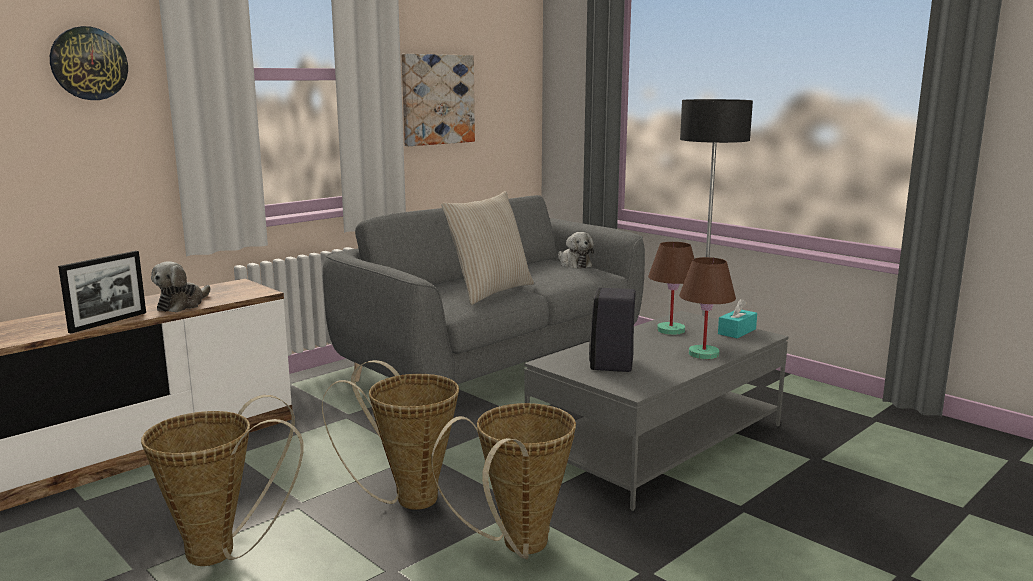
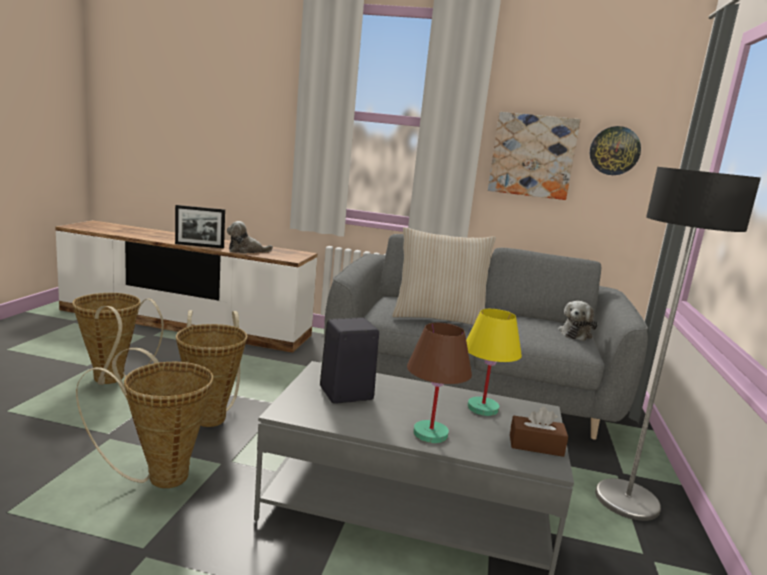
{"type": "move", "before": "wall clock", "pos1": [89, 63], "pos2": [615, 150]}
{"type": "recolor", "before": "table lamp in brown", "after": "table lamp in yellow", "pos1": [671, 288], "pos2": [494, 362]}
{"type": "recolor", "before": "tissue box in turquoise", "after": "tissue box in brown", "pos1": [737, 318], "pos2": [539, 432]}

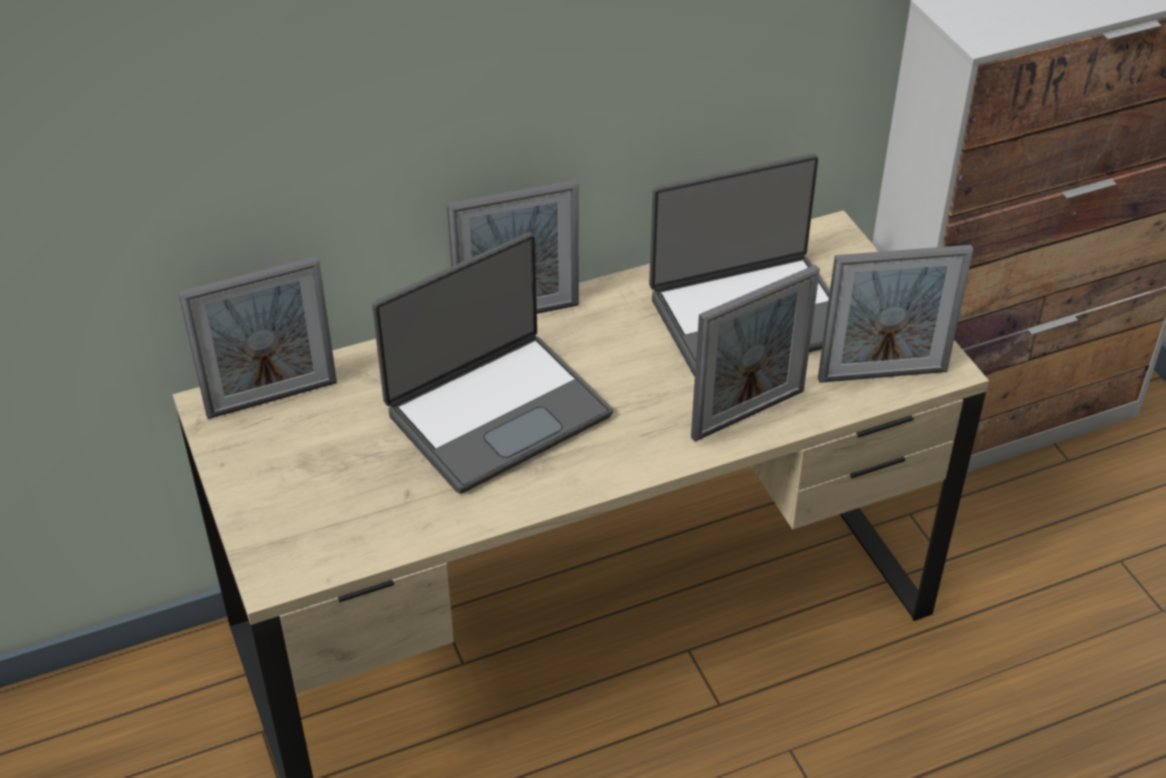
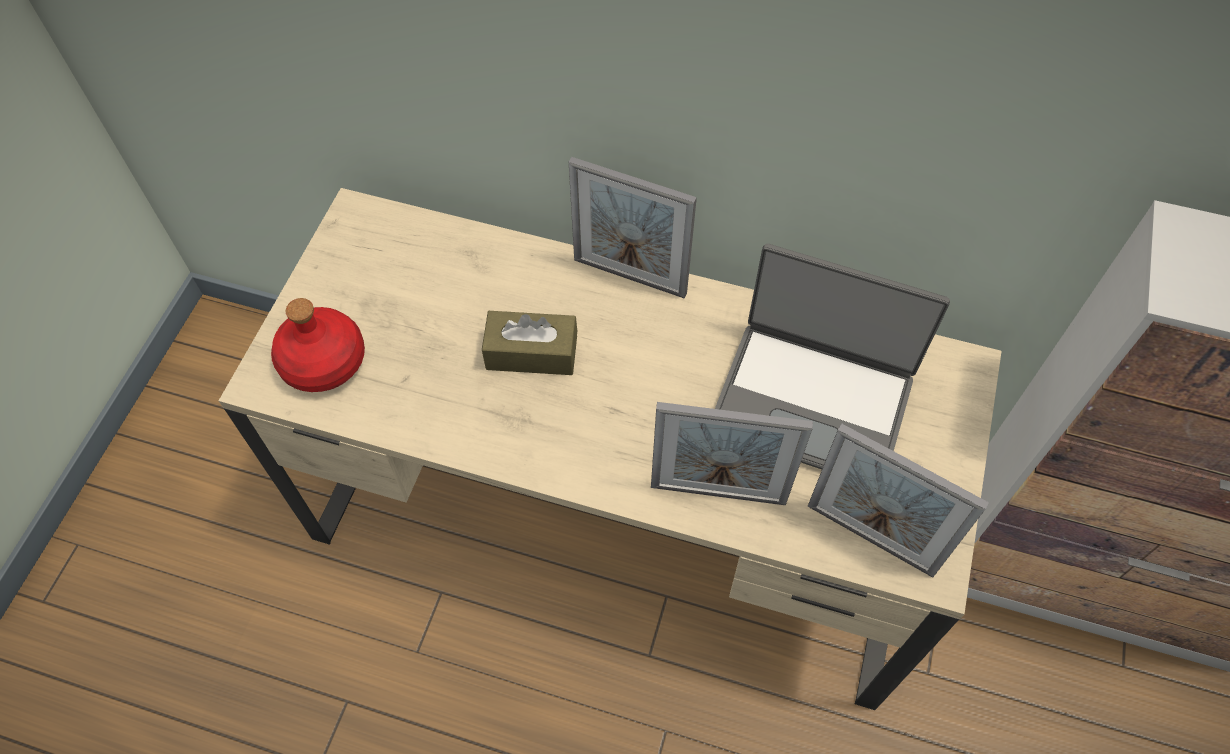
{"type": "delete", "before": "picture frame", "pos1": [257, 337]}
{"type": "replace", "before": "laptop", "after": "tissue box in brown", "pos1": [492, 363], "pos2": [529, 343]}
{"type": "insert", "after": "bottle in red", "pos2": [318, 345]}

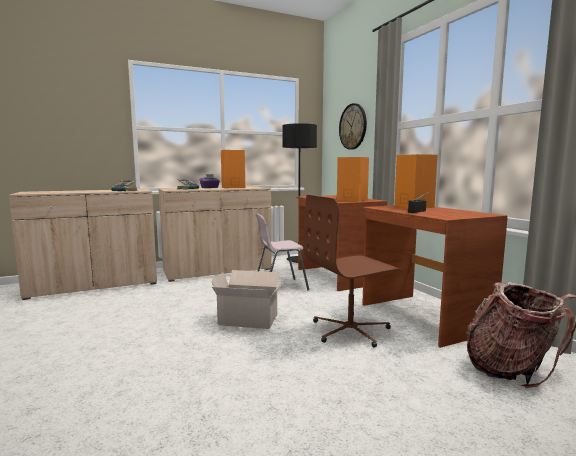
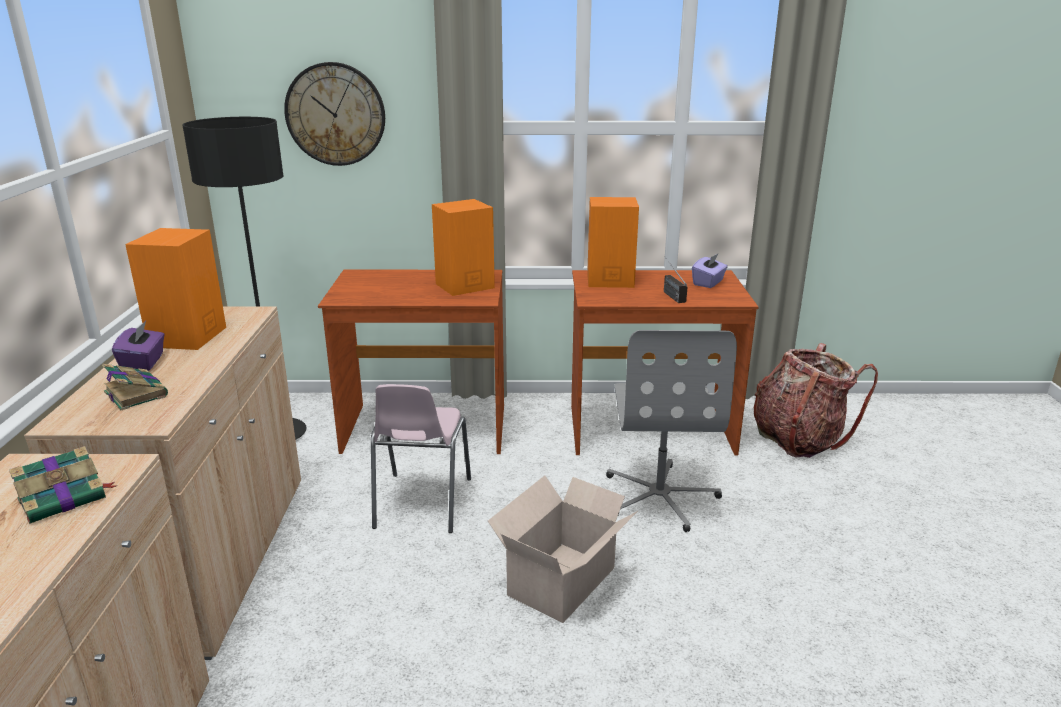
{"type": "recolor", "before": "office chair in brown", "after": "office chair in grey", "pos1": [352, 271], "pos2": [671, 431]}
{"type": "insert", "after": "tissue box in purple", "pos2": [710, 270]}

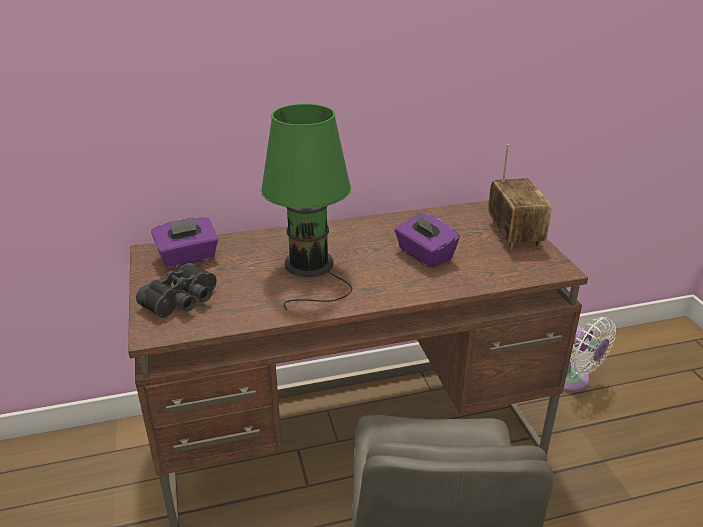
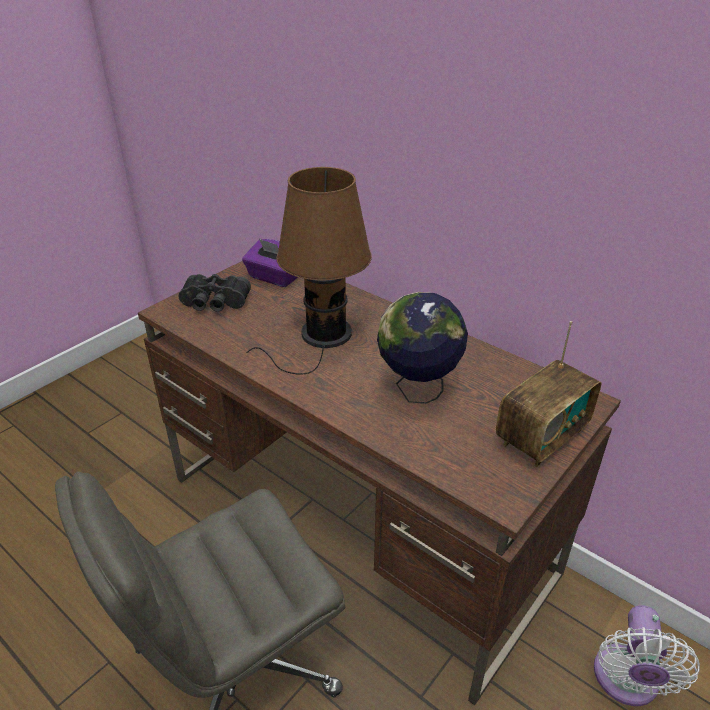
{"type": "recolor", "before": "table lamp in green", "after": "table lamp in brown", "pos1": [306, 207], "pos2": [309, 271]}
{"type": "replace", "before": "tissue box in purple", "after": "globe", "pos1": [427, 240], "pos2": [422, 348]}

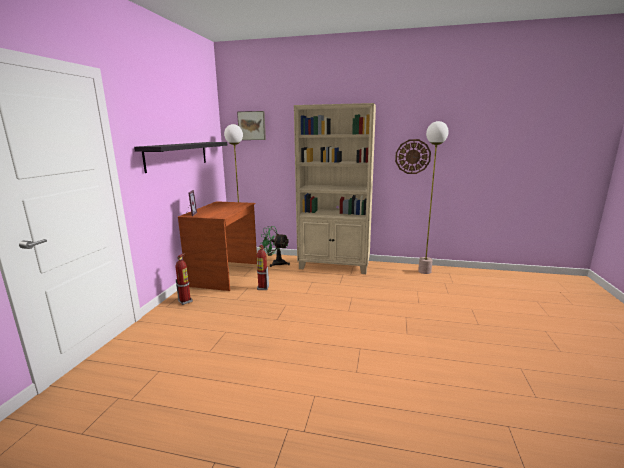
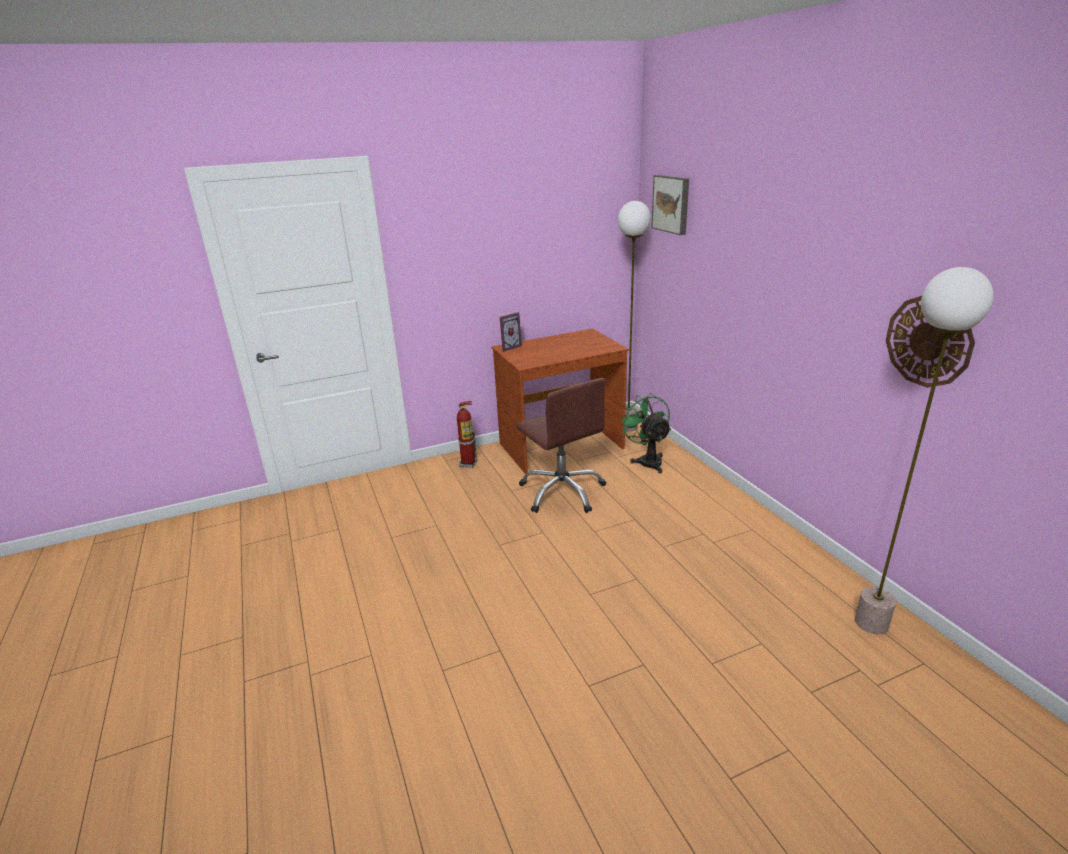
{"type": "delete", "before": "shelf in black", "pos1": [180, 157]}
{"type": "replace", "before": "fire extinguisher", "after": "office chair in brown", "pos1": [263, 267], "pos2": [561, 445]}
{"type": "delete", "before": "bookcase in beige", "pos1": [335, 188]}

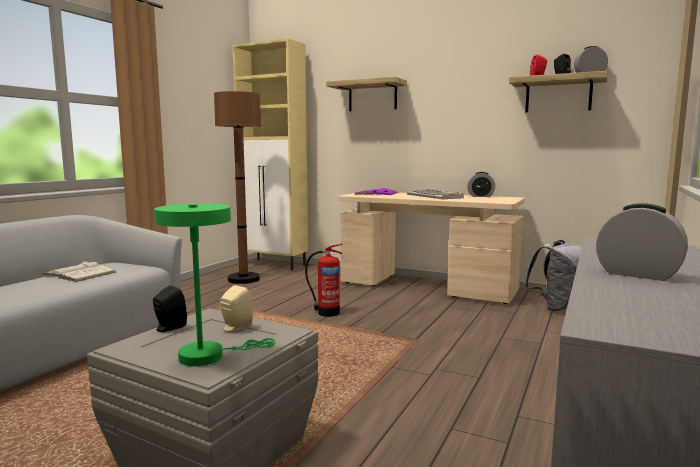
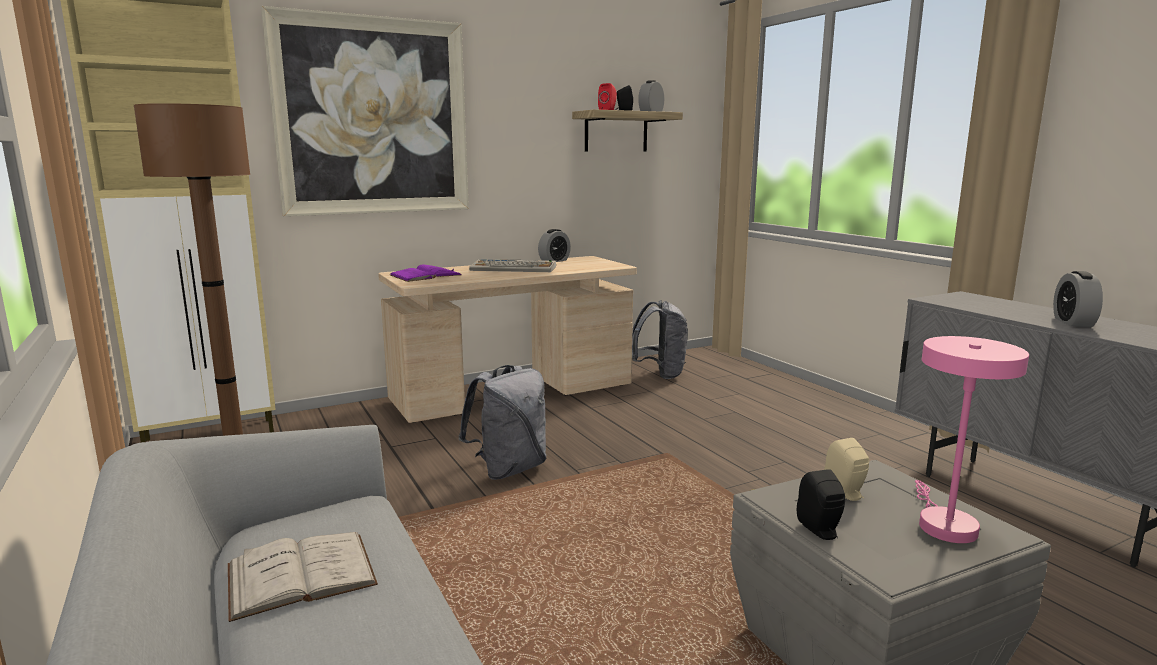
{"type": "recolor", "before": "table lamp in green", "after": "table lamp in pink", "pos1": [214, 285], "pos2": [972, 439]}
{"type": "replace", "before": "fire extinguisher", "after": "backpack in grey", "pos1": [324, 280], "pos2": [502, 422]}
{"type": "replace", "before": "shelf", "after": "picture", "pos1": [366, 94], "pos2": [365, 111]}
{"type": "rotate", "before": "alarm clock", "pos1": [642, 242], "pos2": [1078, 299], "turn": -60}

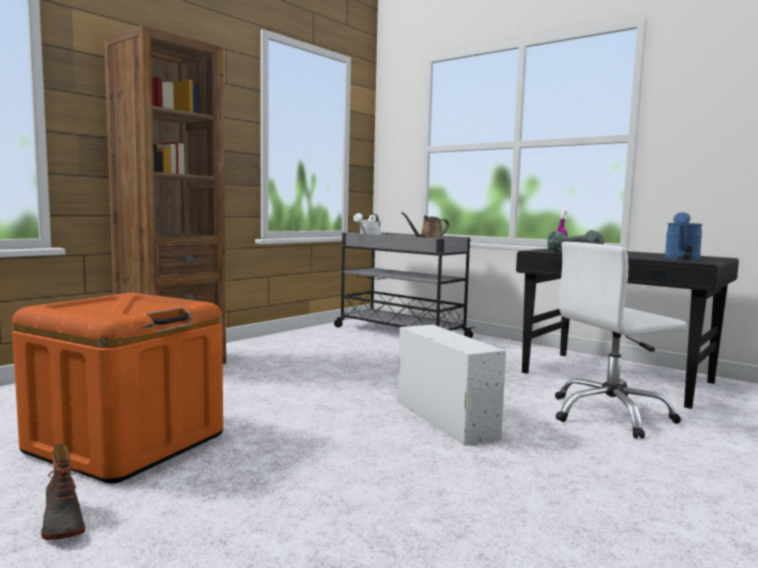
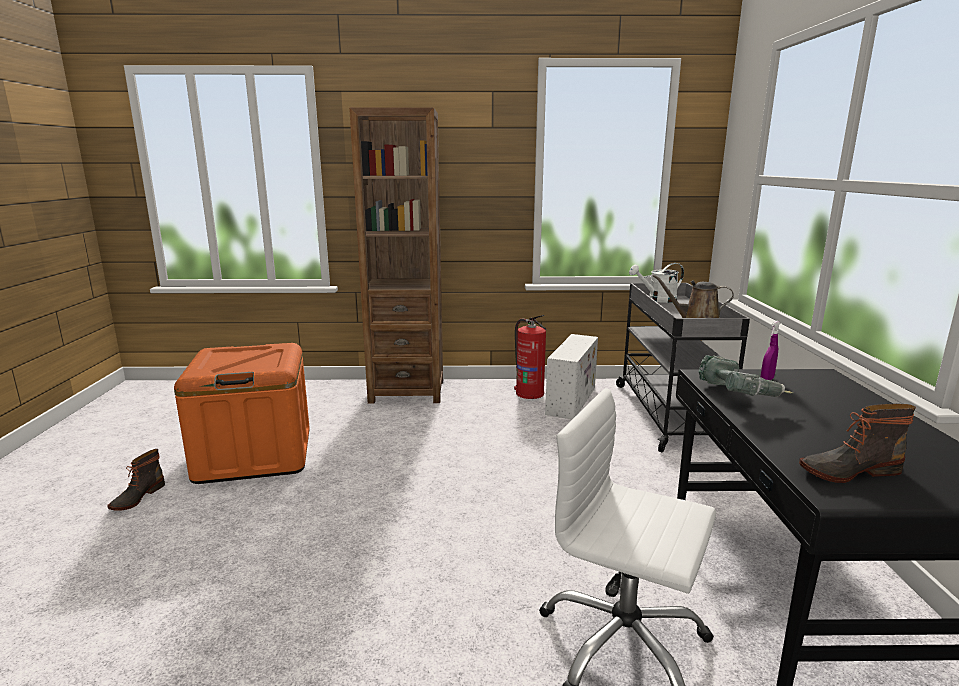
{"type": "move", "before": "storage box in white", "pos1": [451, 385], "pos2": [571, 376]}
{"type": "replace", "before": "watering can in blue", "after": "boot", "pos1": [683, 236], "pos2": [857, 443]}
{"type": "insert", "after": "fire extinguisher", "pos2": [530, 357]}

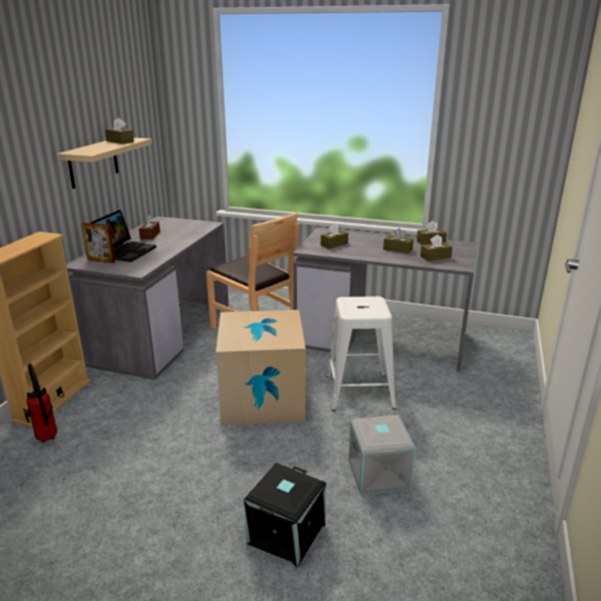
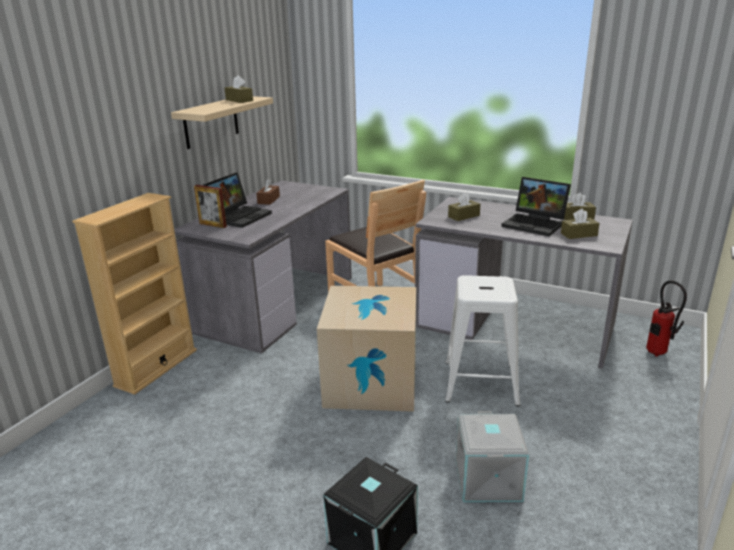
{"type": "move", "before": "fire extinguisher", "pos1": [40, 403], "pos2": [666, 318]}
{"type": "replace", "before": "tissue box in brown", "after": "laptop", "pos1": [398, 241], "pos2": [536, 206]}

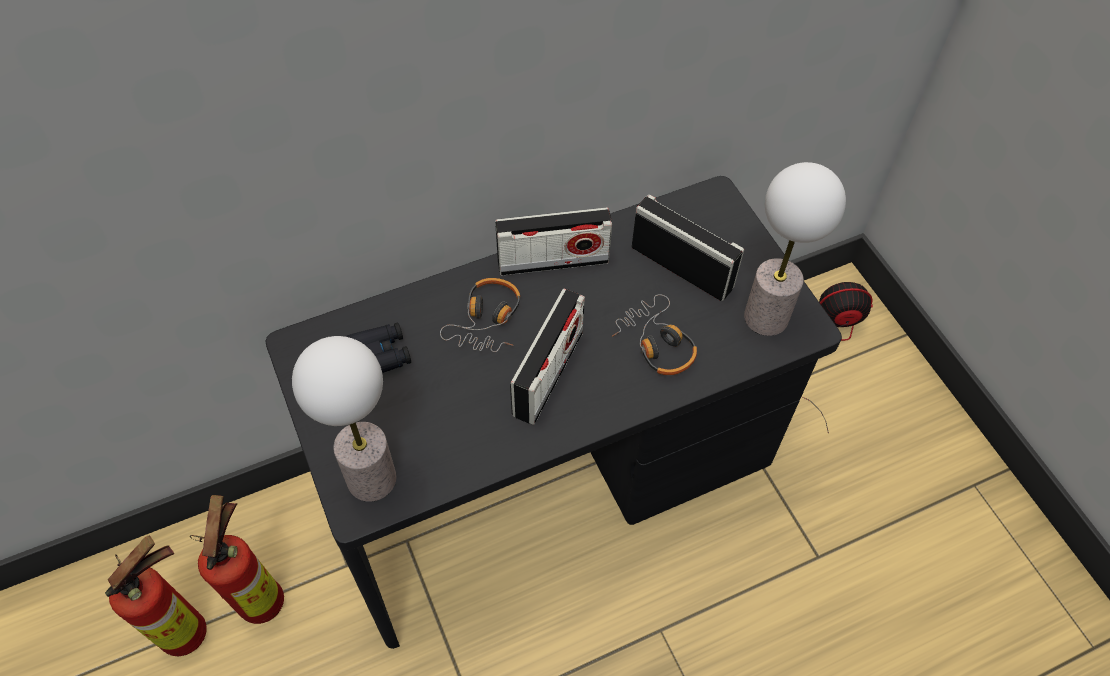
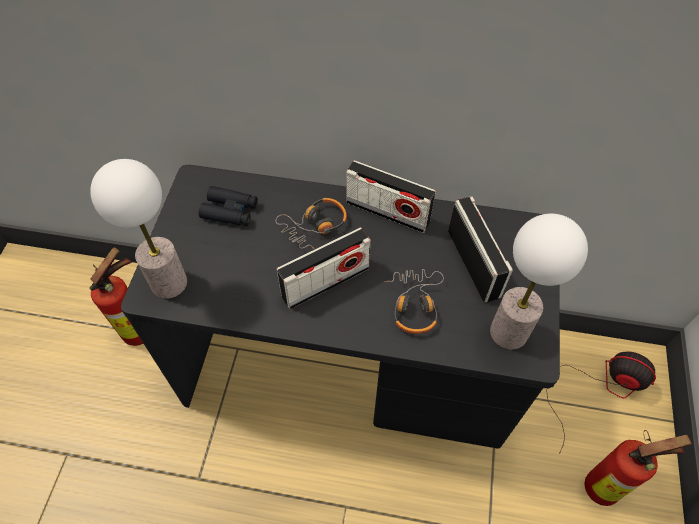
{"type": "move", "before": "fire extinguisher", "pos1": [156, 596], "pos2": [638, 468]}

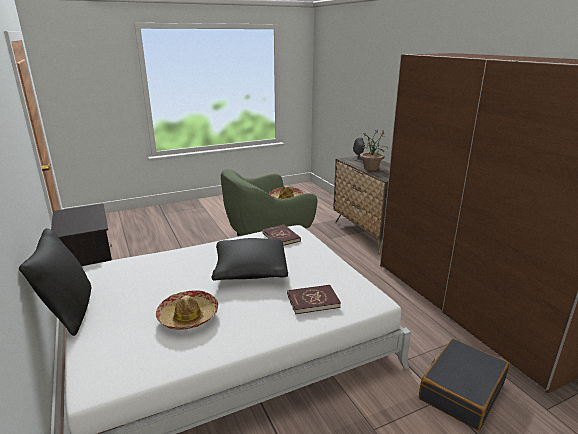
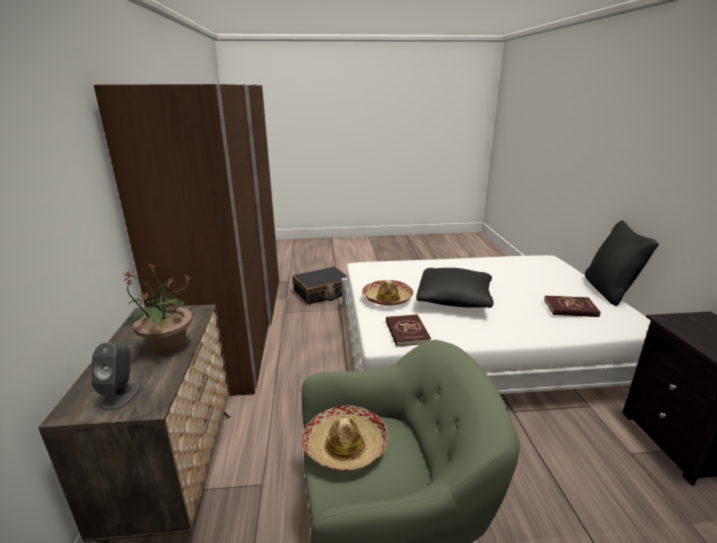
{"type": "move", "before": "hat", "pos1": [187, 310], "pos2": [387, 293]}
{"type": "move", "before": "book in red", "pos1": [314, 299], "pos2": [572, 306]}

